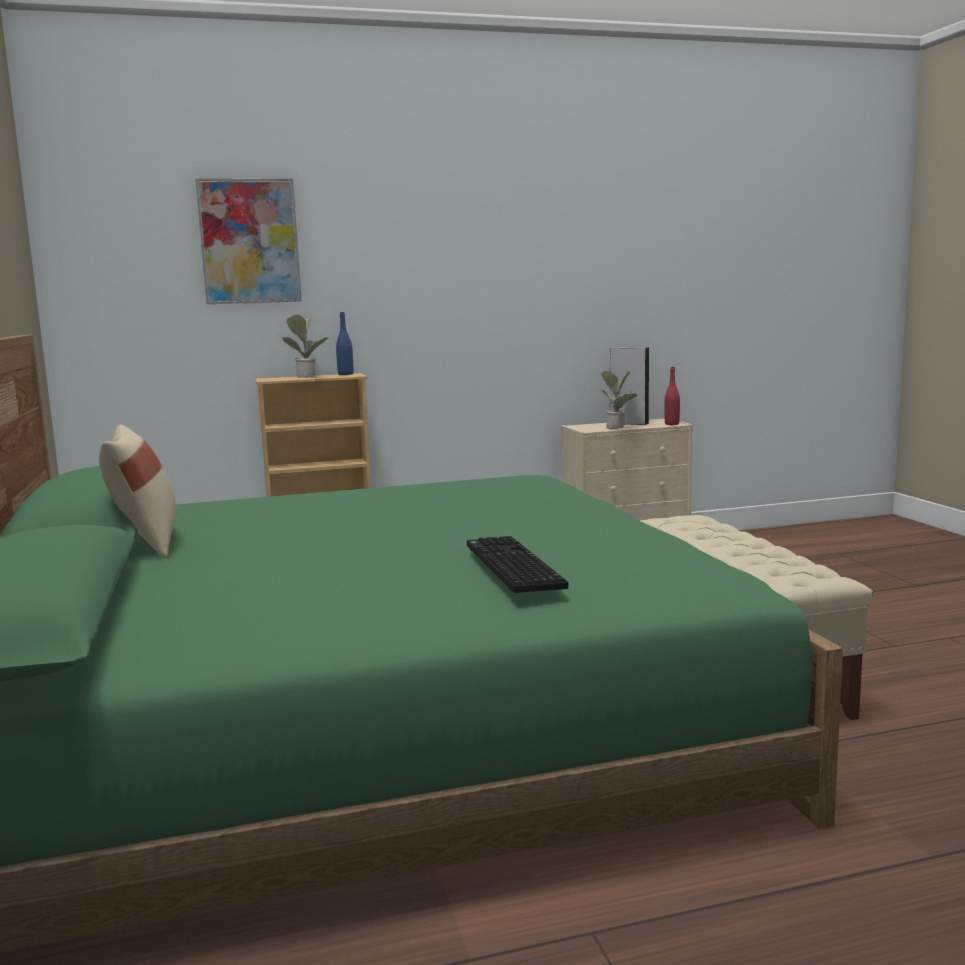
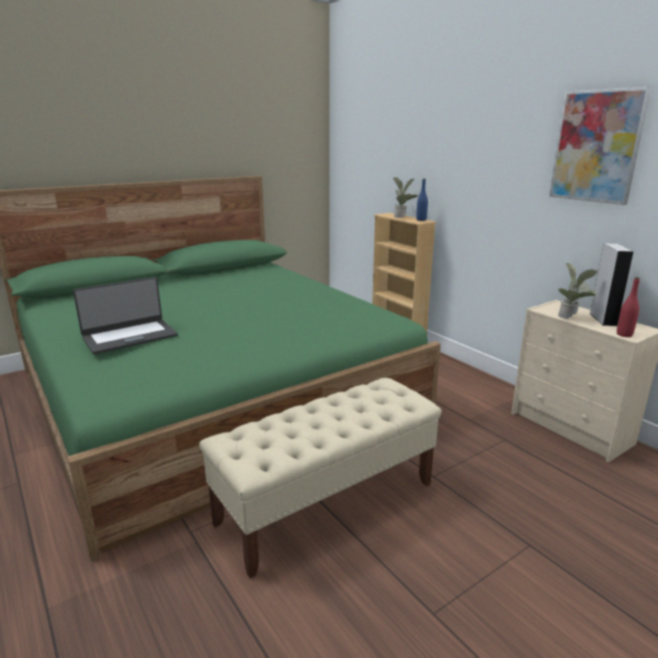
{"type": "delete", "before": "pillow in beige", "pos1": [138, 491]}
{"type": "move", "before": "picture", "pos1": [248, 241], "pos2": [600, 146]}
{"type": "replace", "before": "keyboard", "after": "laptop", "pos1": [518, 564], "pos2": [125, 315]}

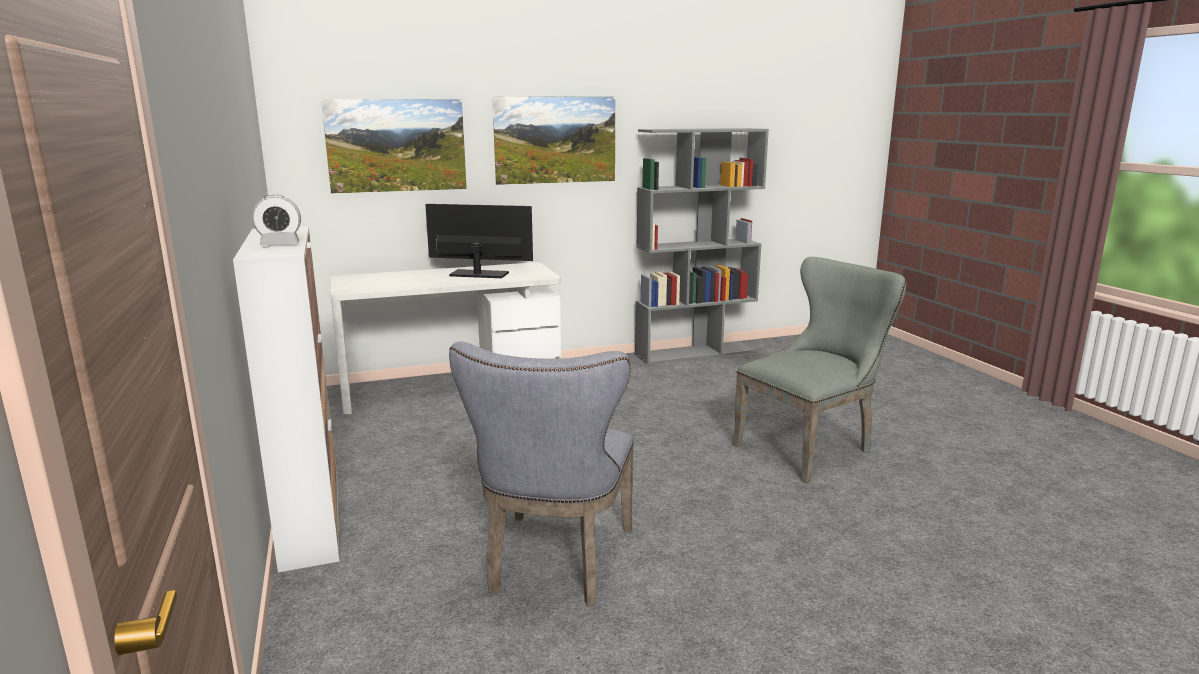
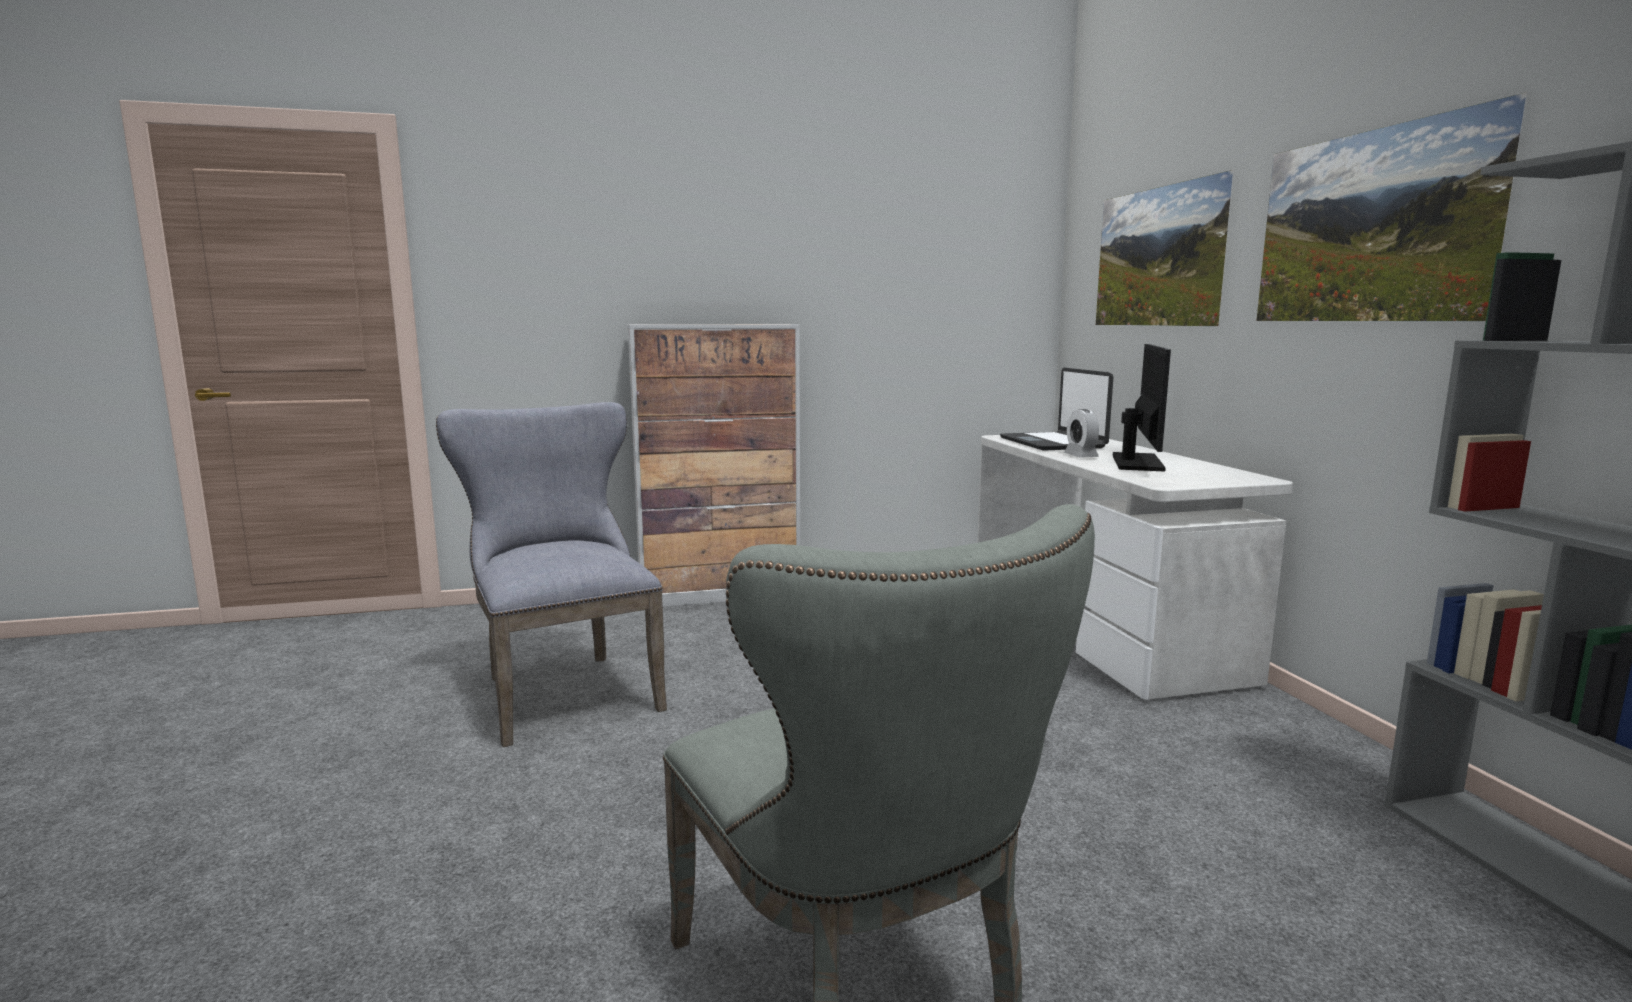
{"type": "move", "before": "alarm clock", "pos1": [276, 220], "pos2": [1081, 433]}
{"type": "rotate", "before": "chair in grey", "pos1": [541, 474], "pos2": [551, 574], "turn": 45}
{"type": "insert", "after": "laptop", "pos2": [1056, 409]}

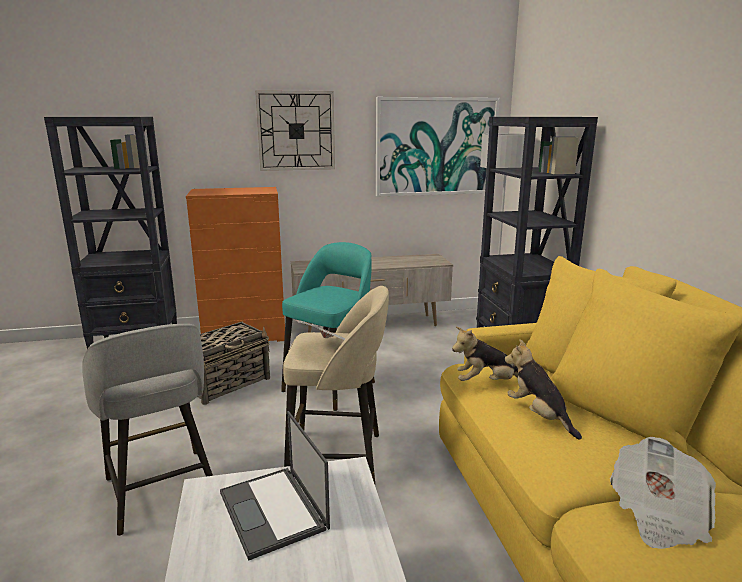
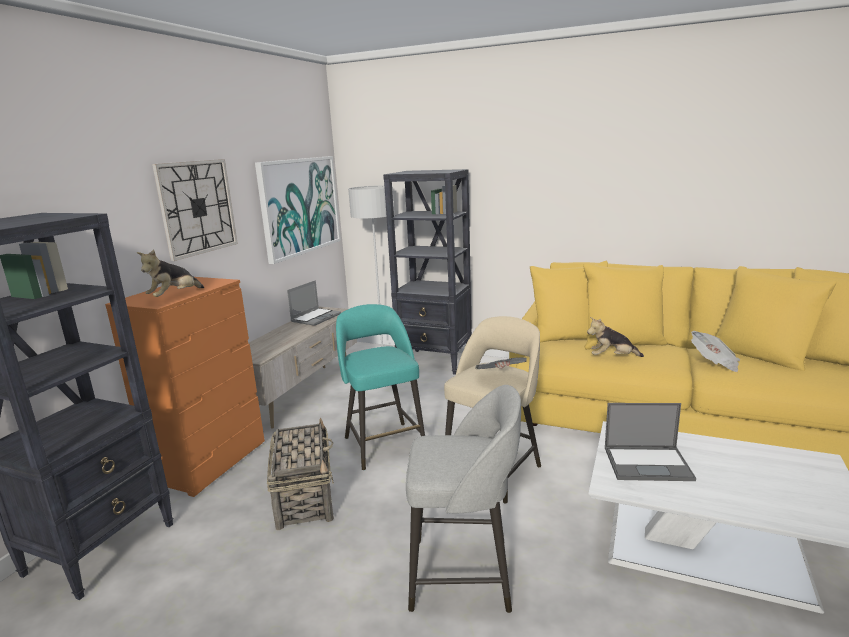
{"type": "move", "before": "plush toy", "pos1": [485, 353], "pos2": [170, 273]}
{"type": "insert", "after": "laptop", "pos2": [314, 303]}

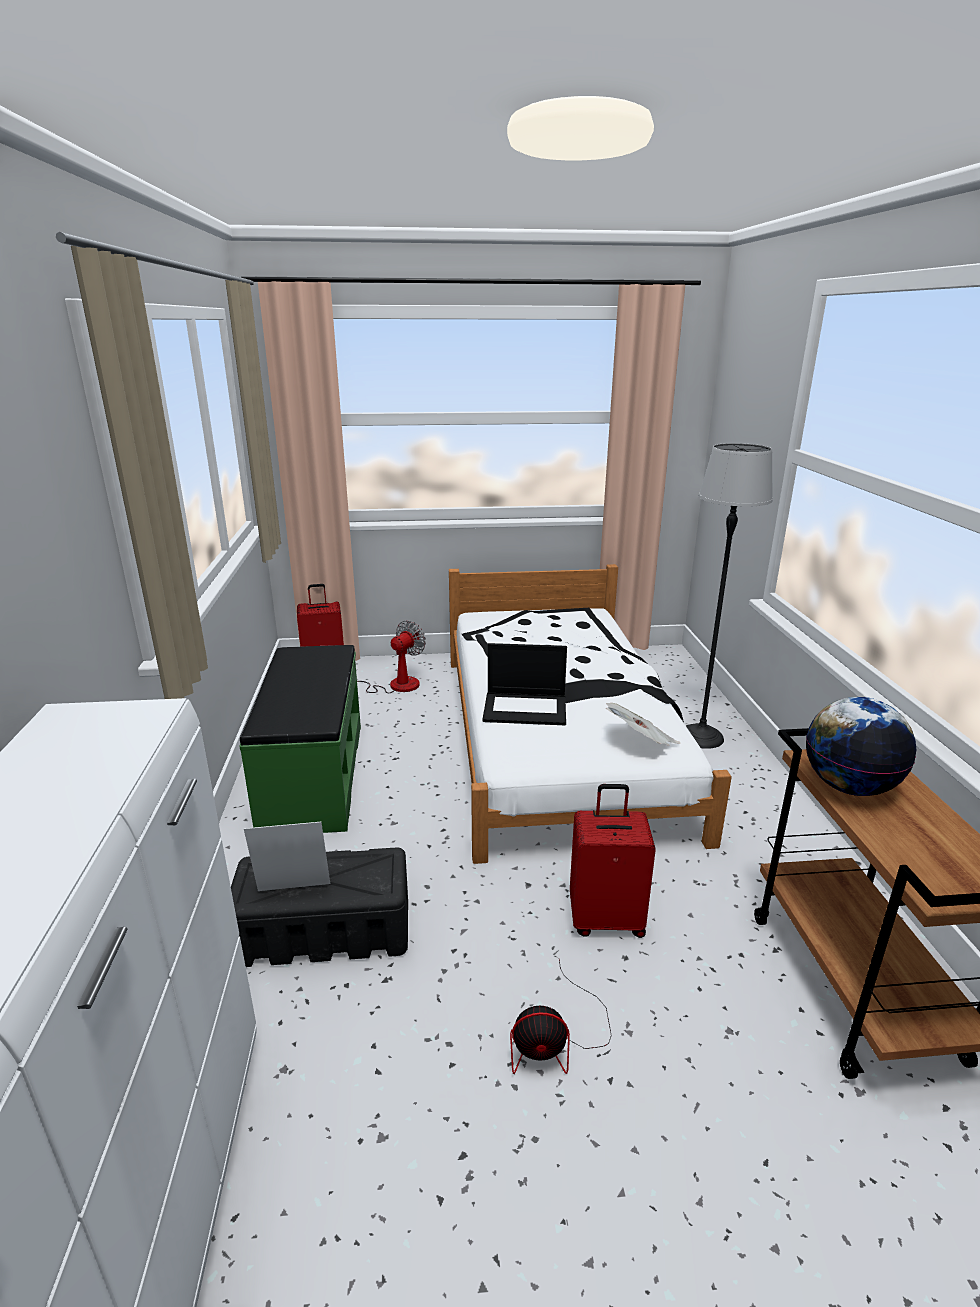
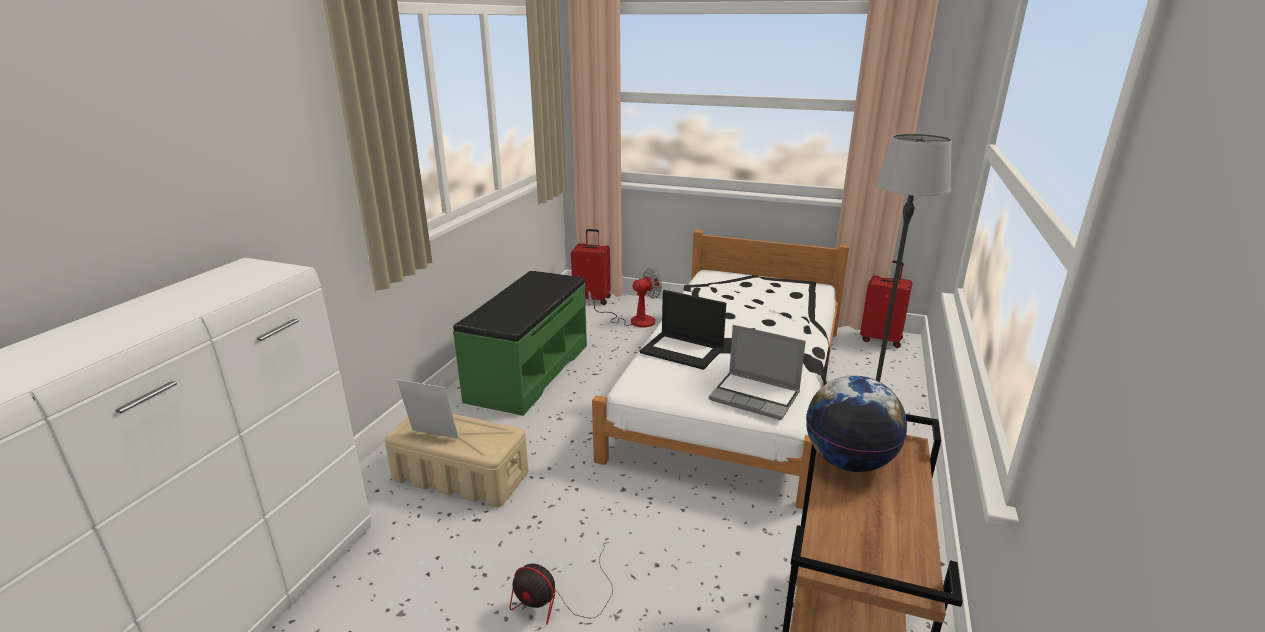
{"type": "recolor", "before": "storage box in black", "after": "storage box in beige", "pos1": [319, 907], "pos2": [456, 460]}
{"type": "move", "before": "suitcase in red", "pos1": [613, 861], "pos2": [886, 304]}
{"type": "replace", "before": "newspaper", "after": "laptop", "pos1": [643, 724], "pos2": [757, 372]}

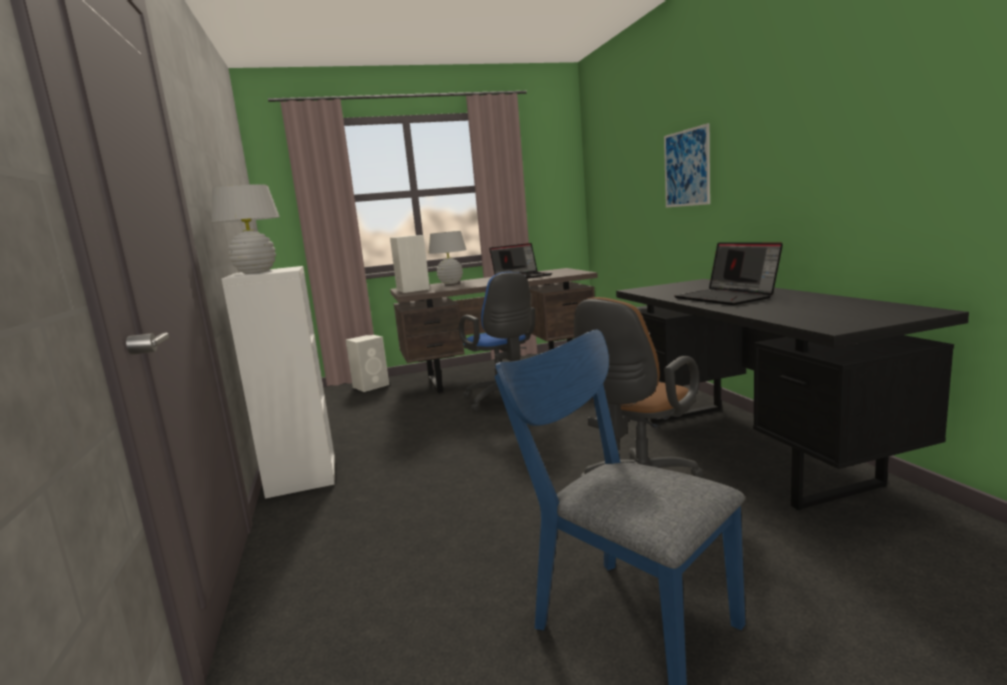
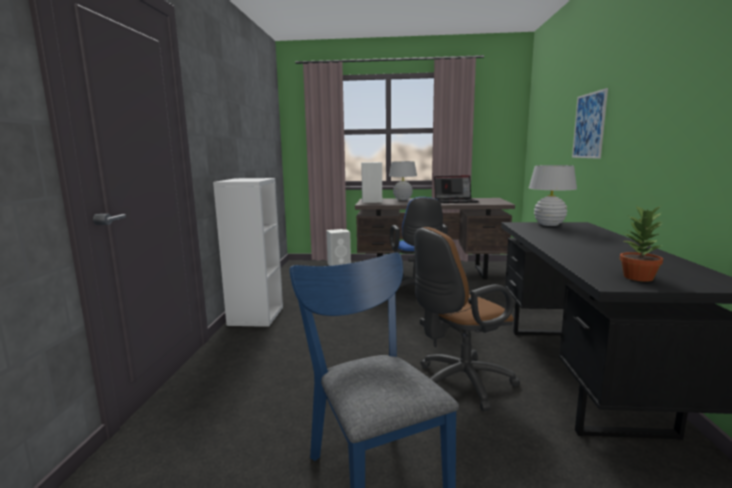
{"type": "move", "before": "table lamp in white", "pos1": [245, 229], "pos2": [553, 195]}
{"type": "delete", "before": "laptop", "pos1": [728, 274]}
{"type": "insert", "after": "potted plant", "pos2": [641, 243]}

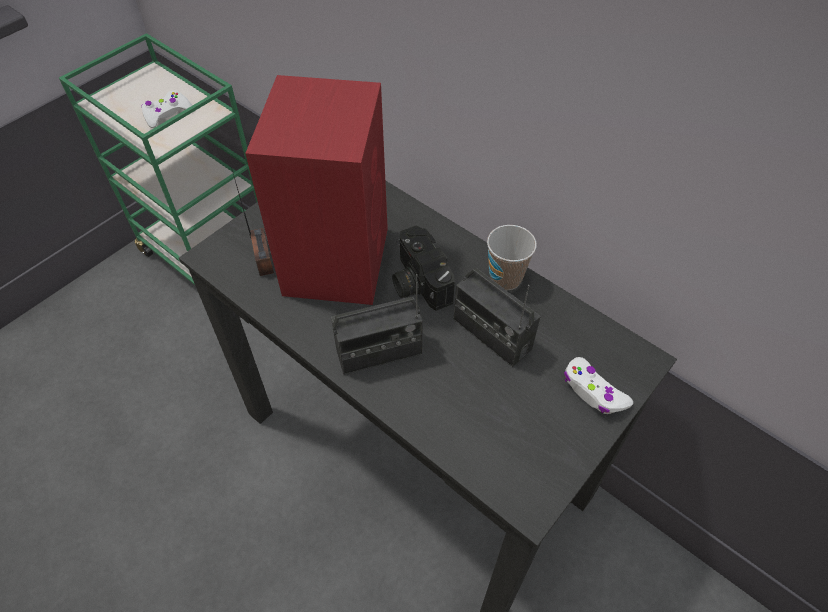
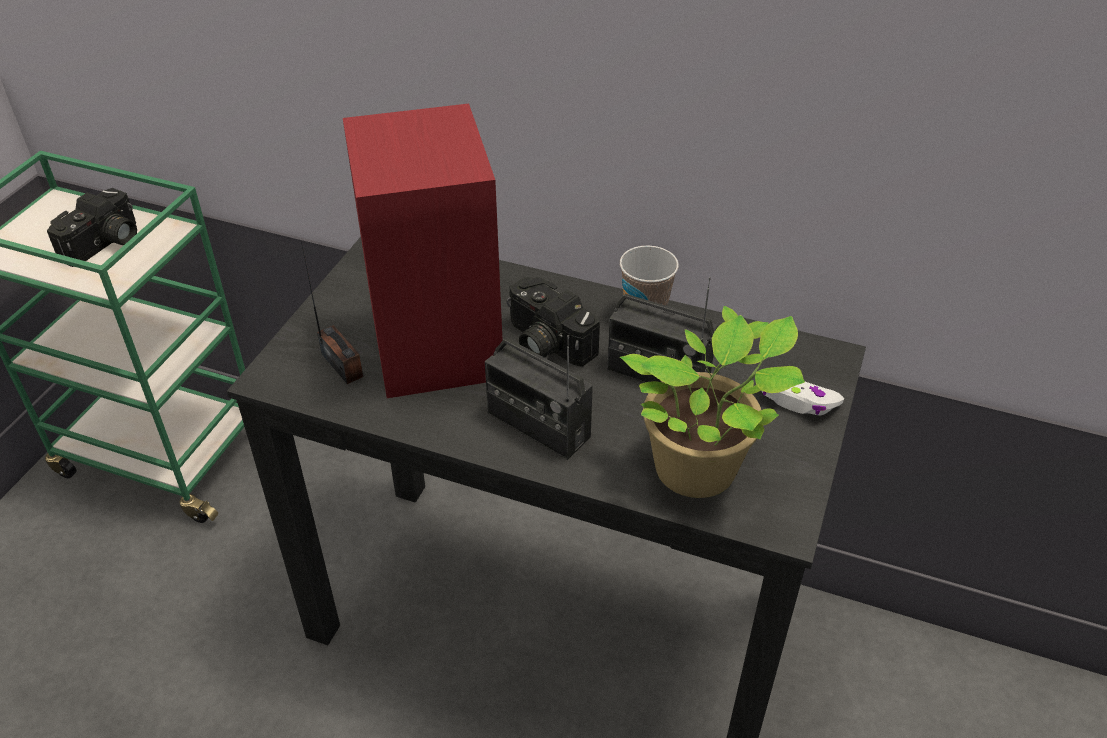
{"type": "replace", "before": "game controller in white", "after": "photo camera", "pos1": [167, 109], "pos2": [92, 227]}
{"type": "rotate", "before": "radio", "pos1": [377, 324], "pos2": [539, 397], "turn": 75}
{"type": "insert", "after": "potted plant", "pos2": [712, 402]}

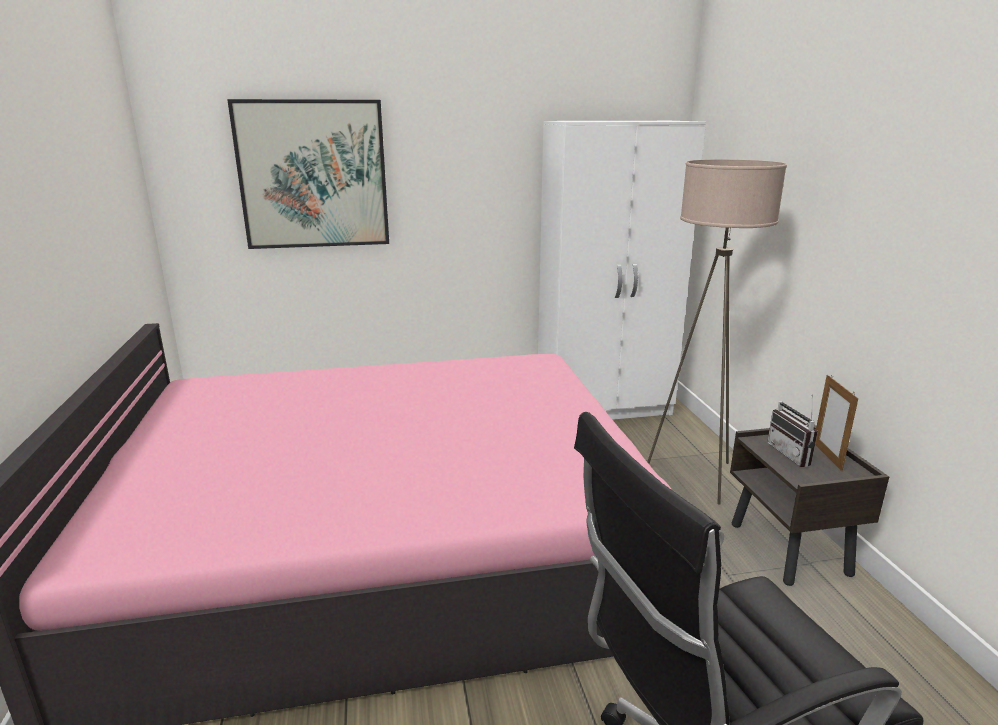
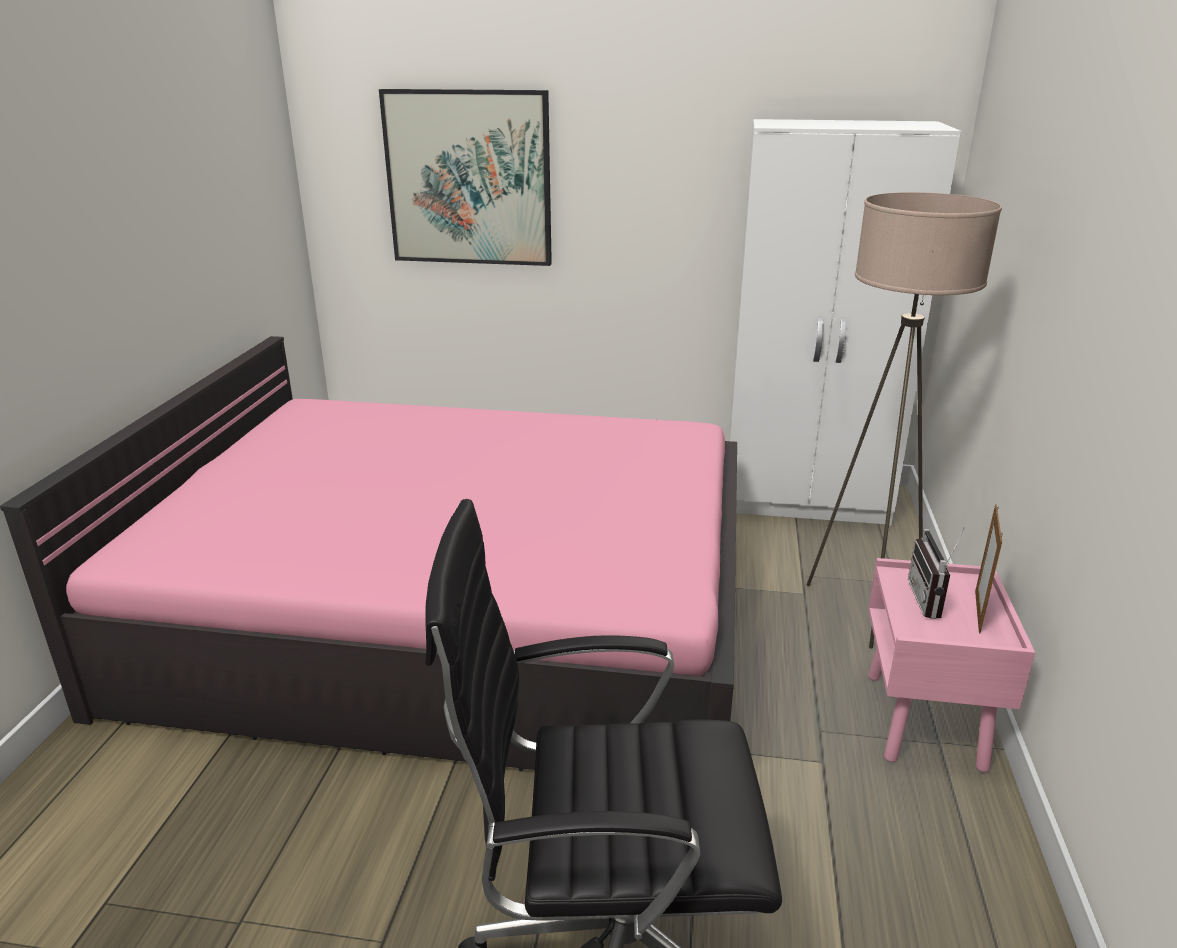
{"type": "recolor", "before": "nightstand in brown", "after": "nightstand in pink", "pos1": [809, 505], "pos2": [951, 665]}

